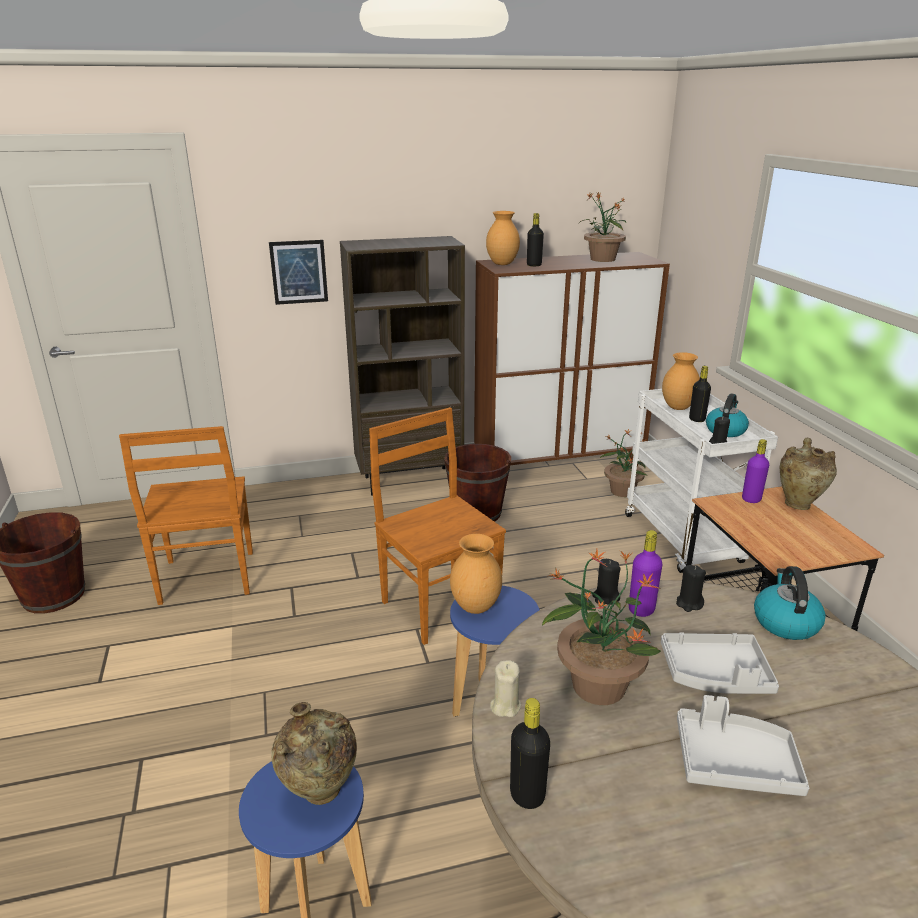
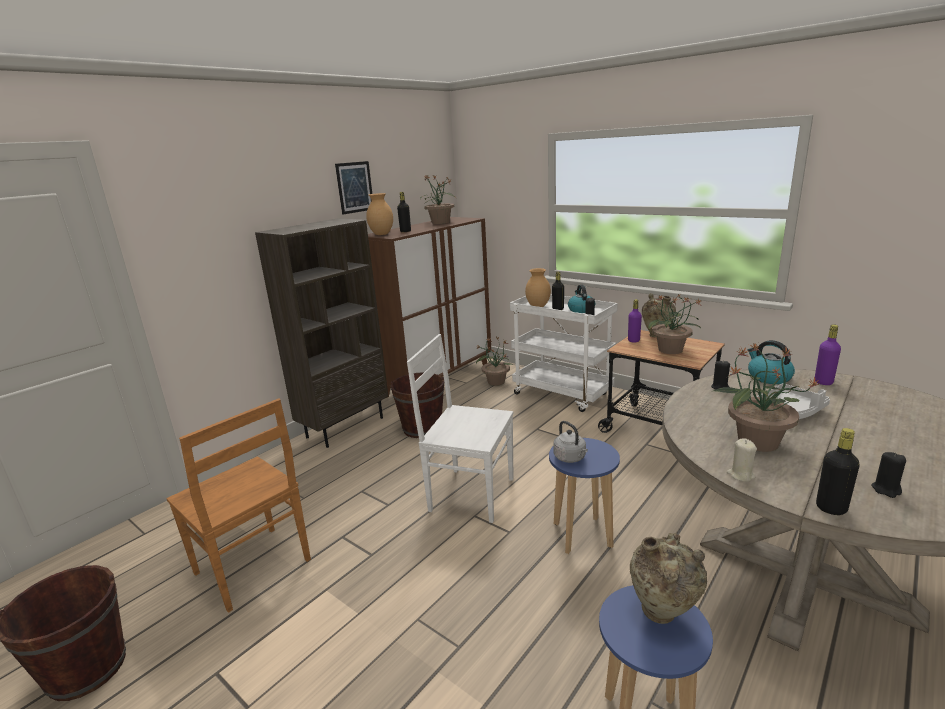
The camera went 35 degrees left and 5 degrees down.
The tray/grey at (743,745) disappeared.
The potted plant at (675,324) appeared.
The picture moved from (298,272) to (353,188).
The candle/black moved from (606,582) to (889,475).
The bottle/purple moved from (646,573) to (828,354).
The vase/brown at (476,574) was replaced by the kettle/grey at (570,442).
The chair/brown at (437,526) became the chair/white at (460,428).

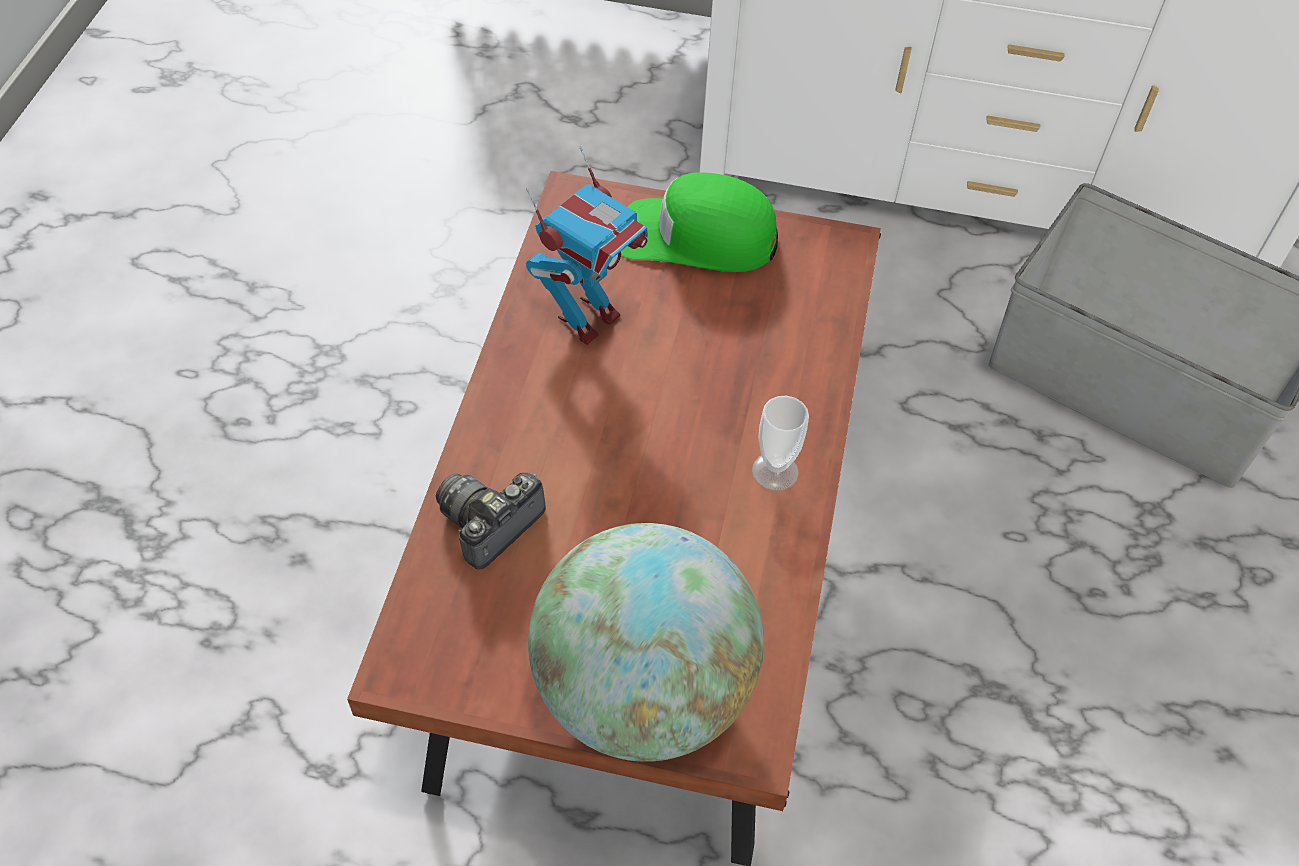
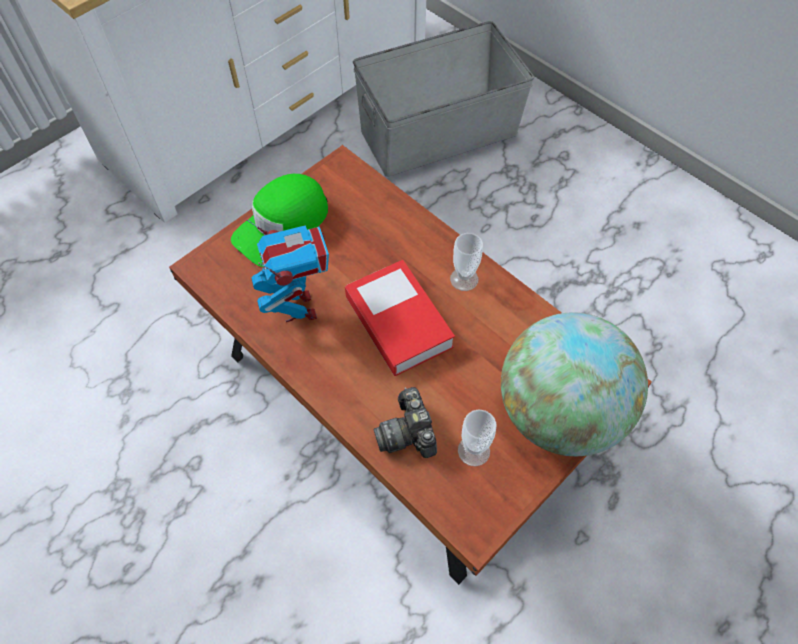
The camera went 55 degrees left and 5 degrees up.
The book at (400,318) appeared.
The cup at (477,437) appeared.

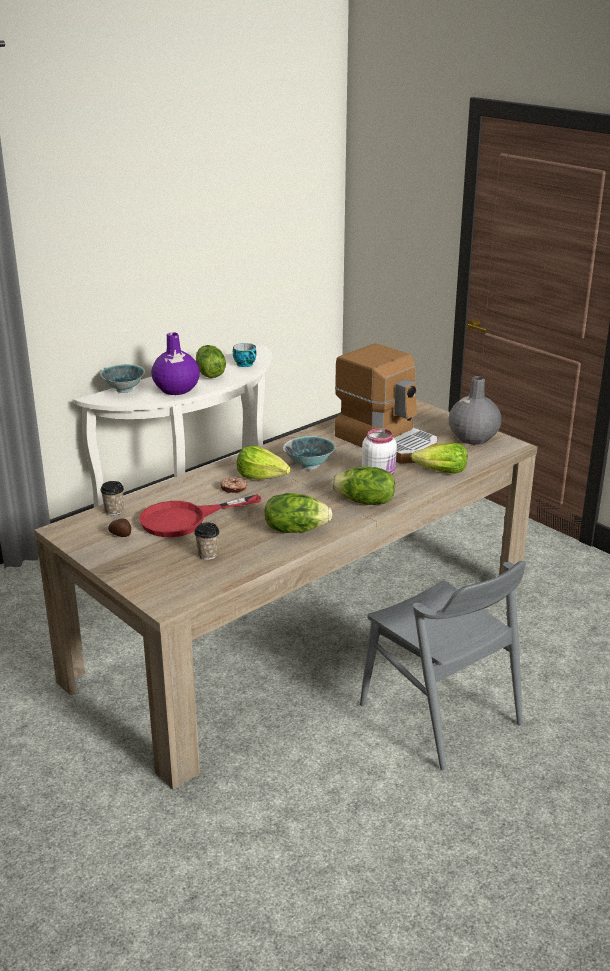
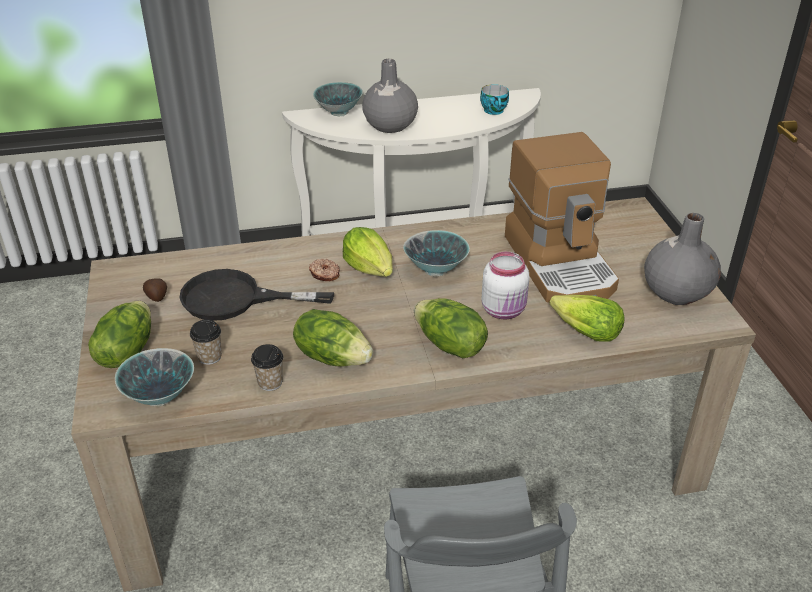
The camera went 30 degrees right and 10 degrees up.
The bowl at (154,377) appeared.
The cup moved from (112,498) to (267,367).
The lettuce moved from (211,361) to (119,334).
The frying pan/red at (200,515) became the frying pan/black at (256,295).
The vase/purple at (175,363) became the vase/grey at (390,96).

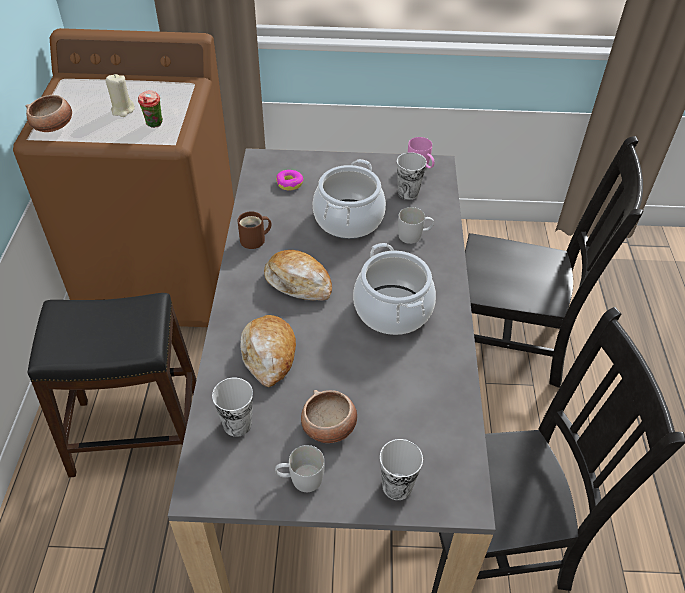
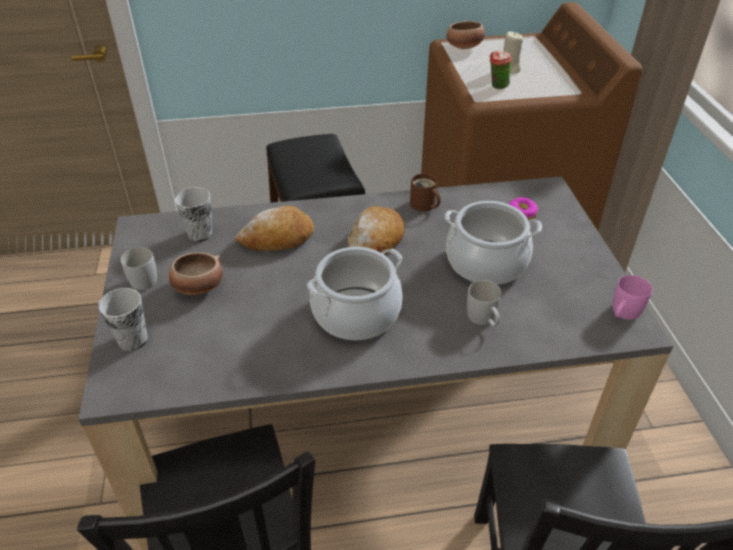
The camera went 80 degrees right and 5 degrees down.
The cup at (412,176) disappeared.

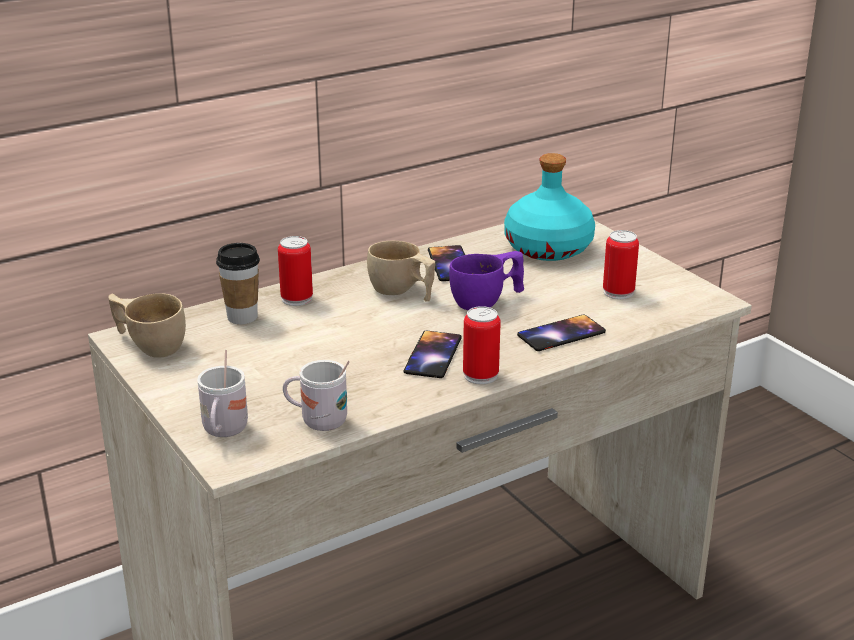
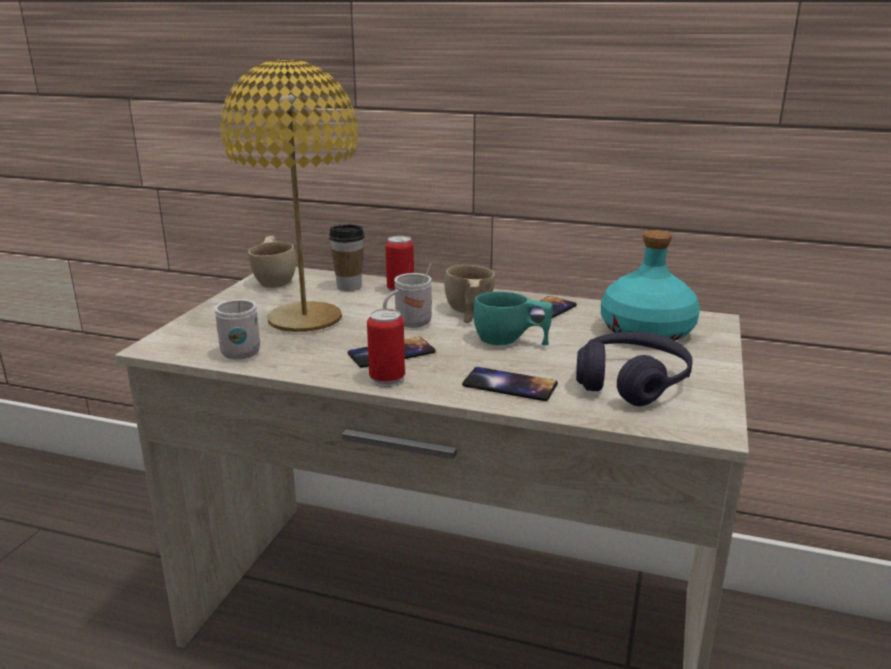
The camera went 50 degrees right and 5 degrees down.
The table lamp/yellow at (289,195) appeared.
The mug/white moved from (222,393) to (407,295).
The can at (621,264) was replaced by the headphones/purple at (634,369).
The cup/purple at (486,280) became the cup/turquoise at (513,319).

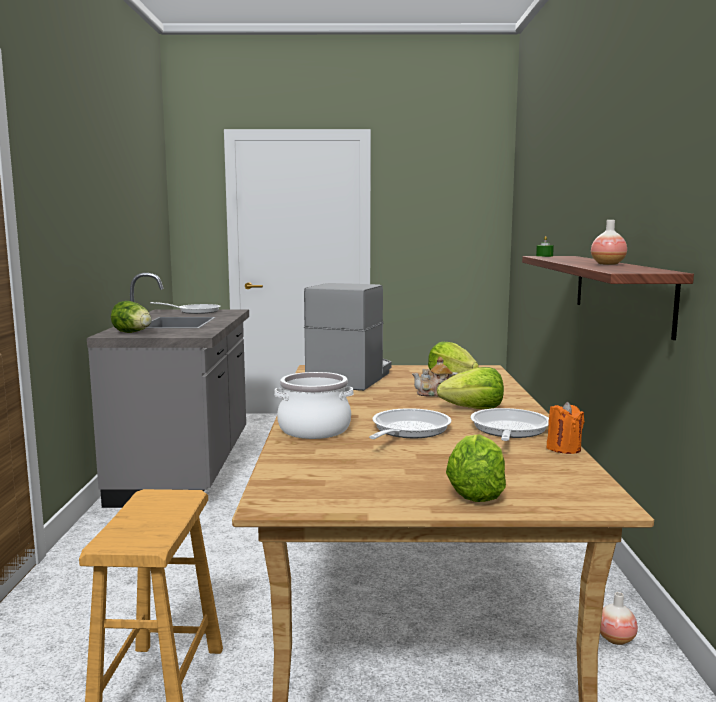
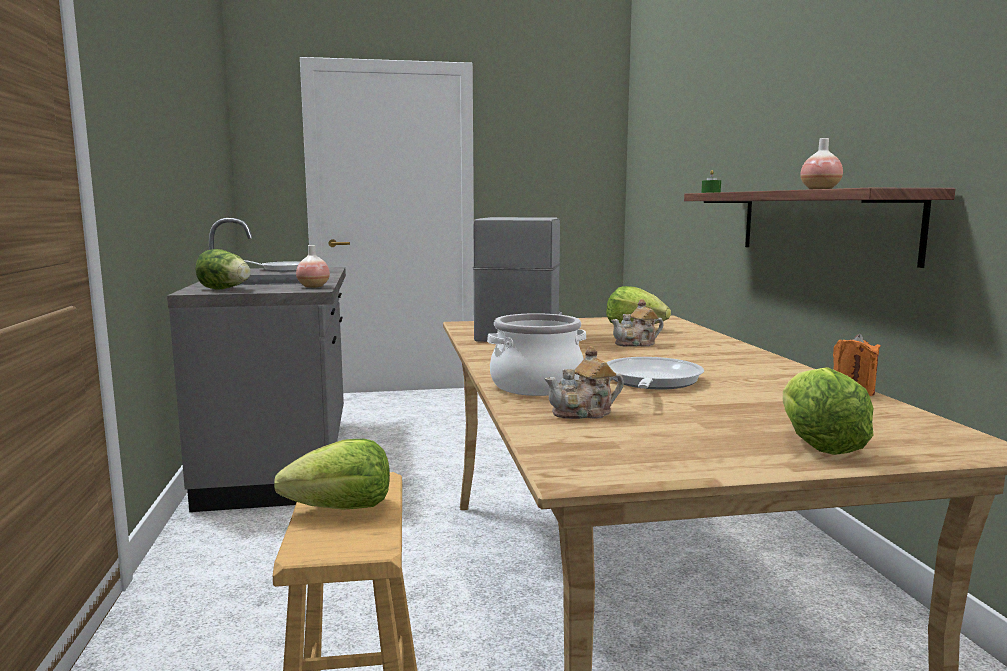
The camera went 10 degrees left and 0 degrees up.
The frying pan at (510,424) disappeared.
The teapot at (584,382) appeared.
The lettuce moved from (470,388) to (332,474).
The vase moved from (619,618) to (313,266).

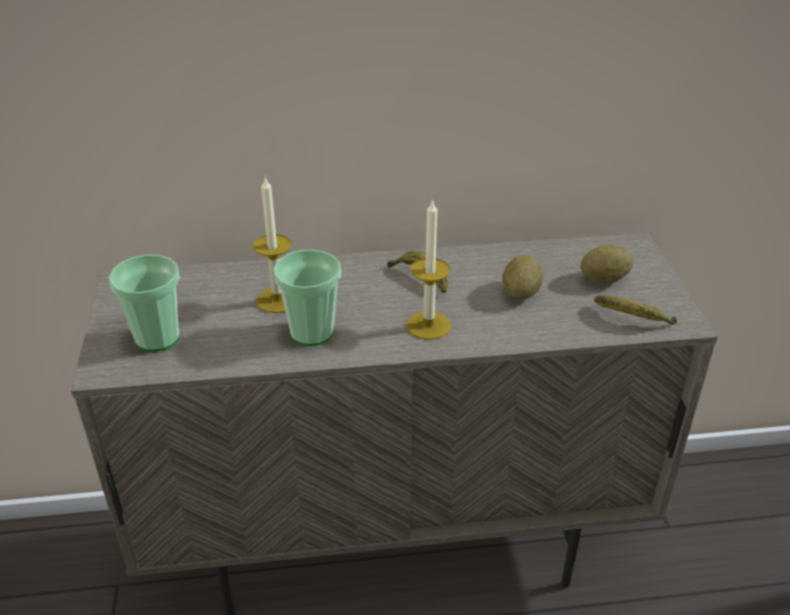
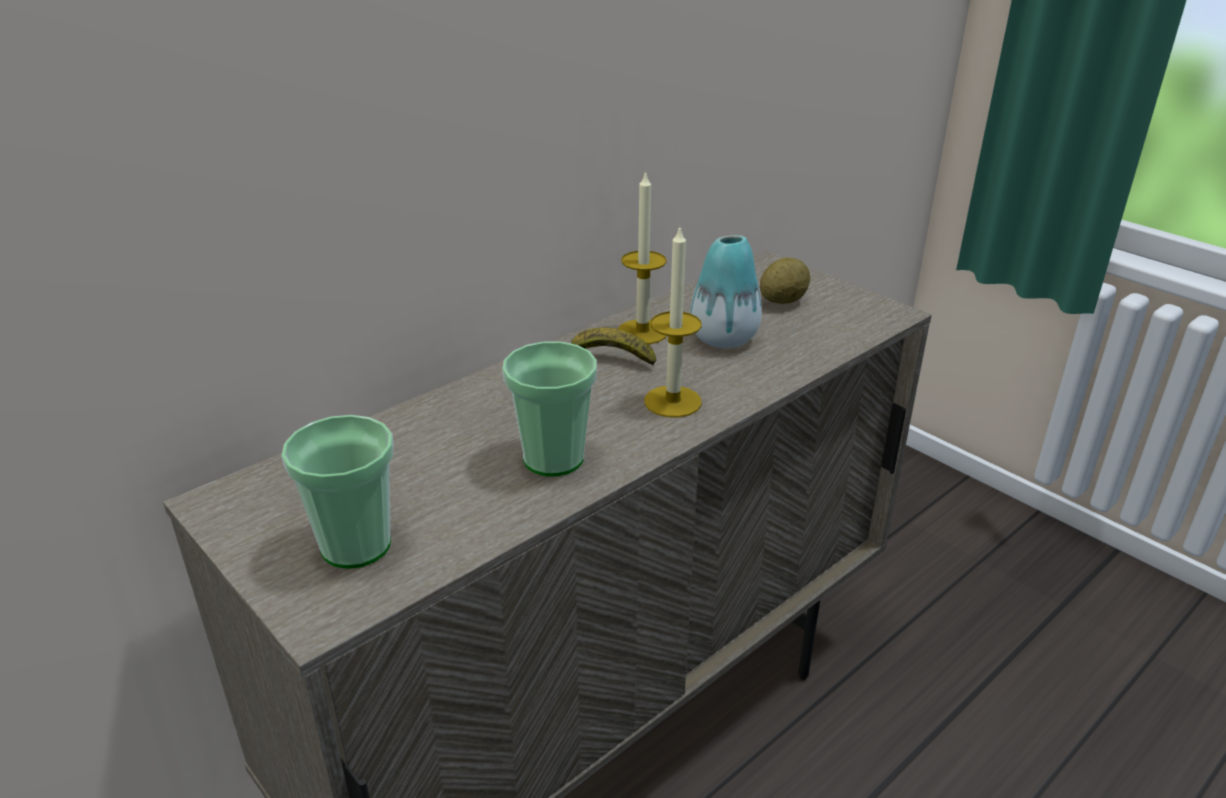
The camera went 35 degrees left and 5 degrees down.
The banana at (635,310) disappeared.
The candle moved from (272,245) to (642,257).
The potato at (523,277) was replaced by the vase at (726,291).

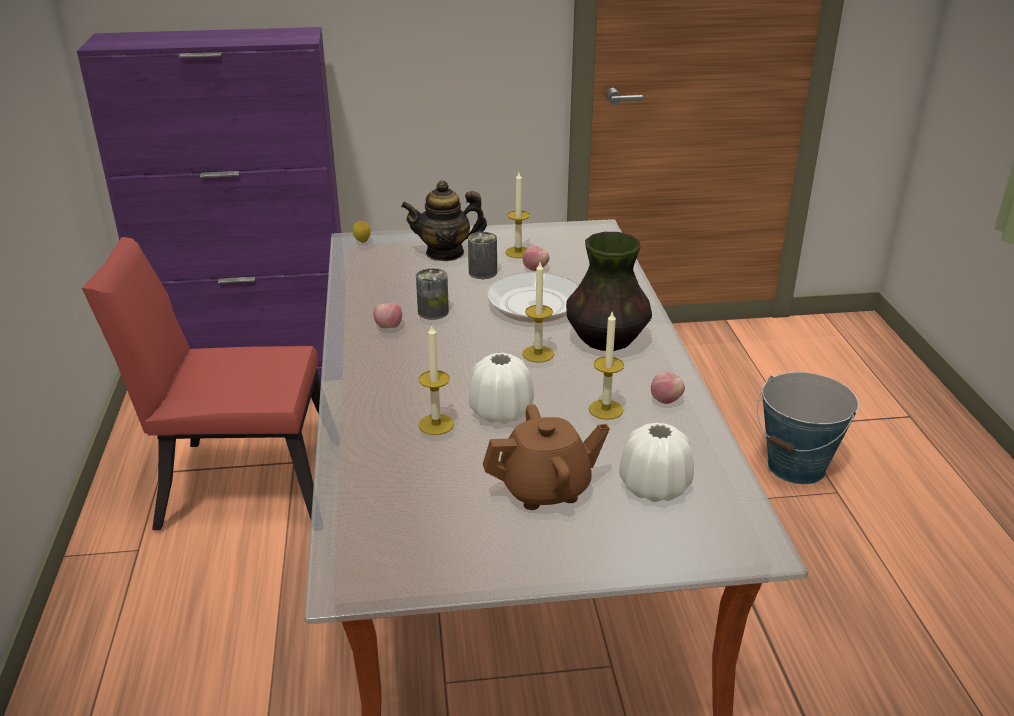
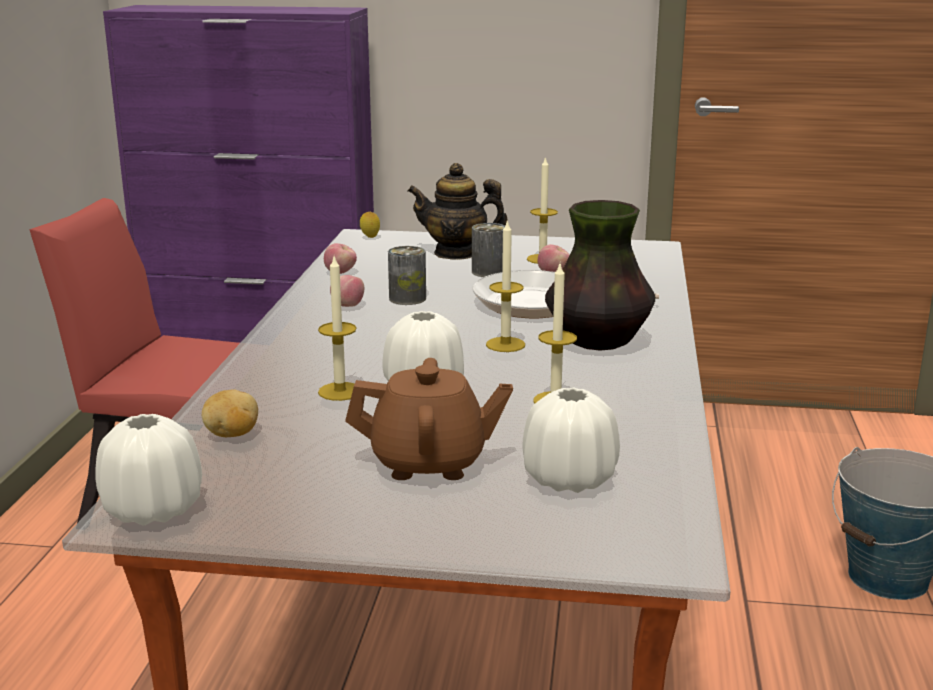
The camera went 15 degrees right and 10 degrees down.
The vase/white at (149,470) appeared.
The potato at (230,413) appeared.
The apple moved from (668,387) to (340,258).

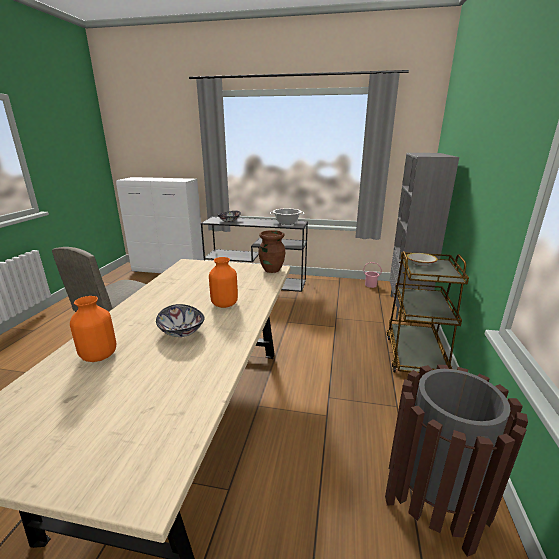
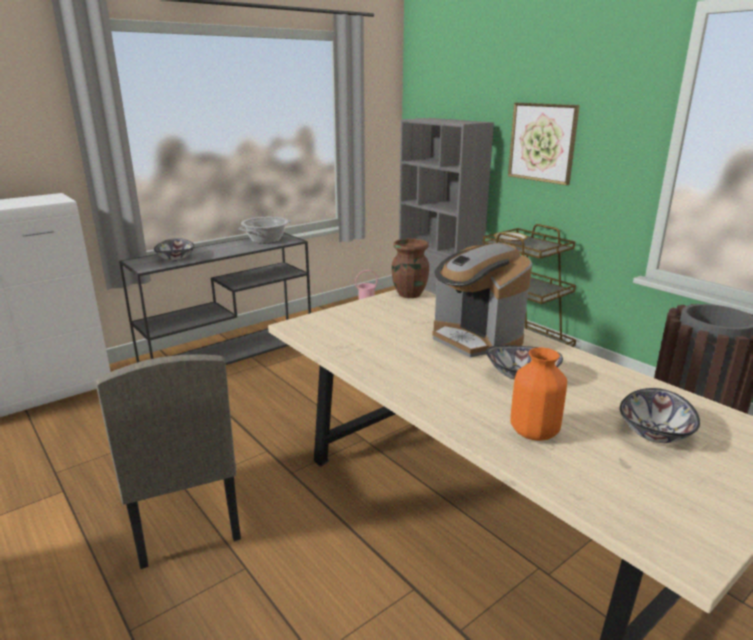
The camera went 50 degrees left and 0 degrees up.
The picture at (544,144) appeared.
The bowl at (660,415) appeared.
The vase/orange at (223,282) was replaced by the coffee machine at (482,300).

